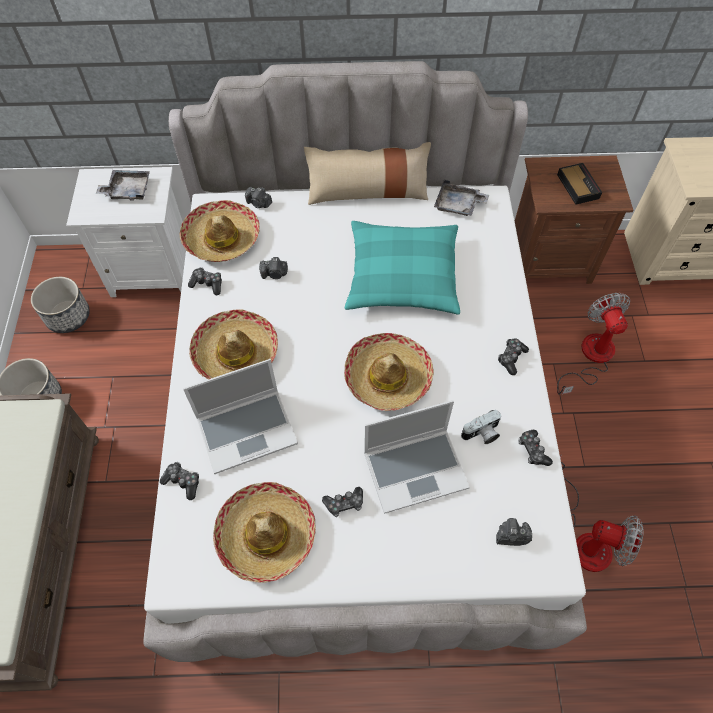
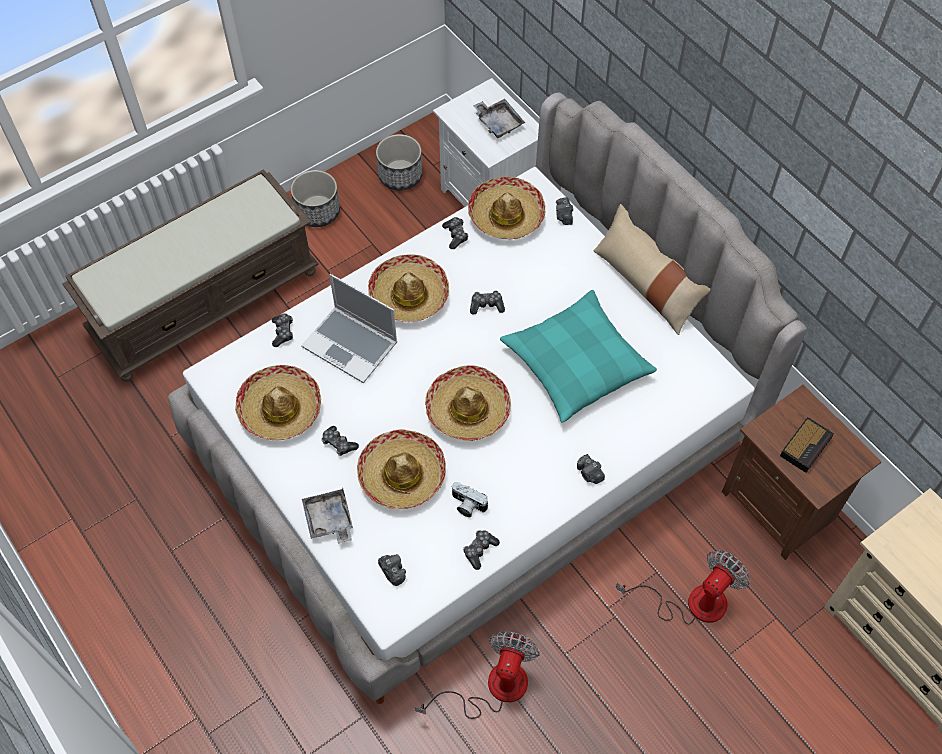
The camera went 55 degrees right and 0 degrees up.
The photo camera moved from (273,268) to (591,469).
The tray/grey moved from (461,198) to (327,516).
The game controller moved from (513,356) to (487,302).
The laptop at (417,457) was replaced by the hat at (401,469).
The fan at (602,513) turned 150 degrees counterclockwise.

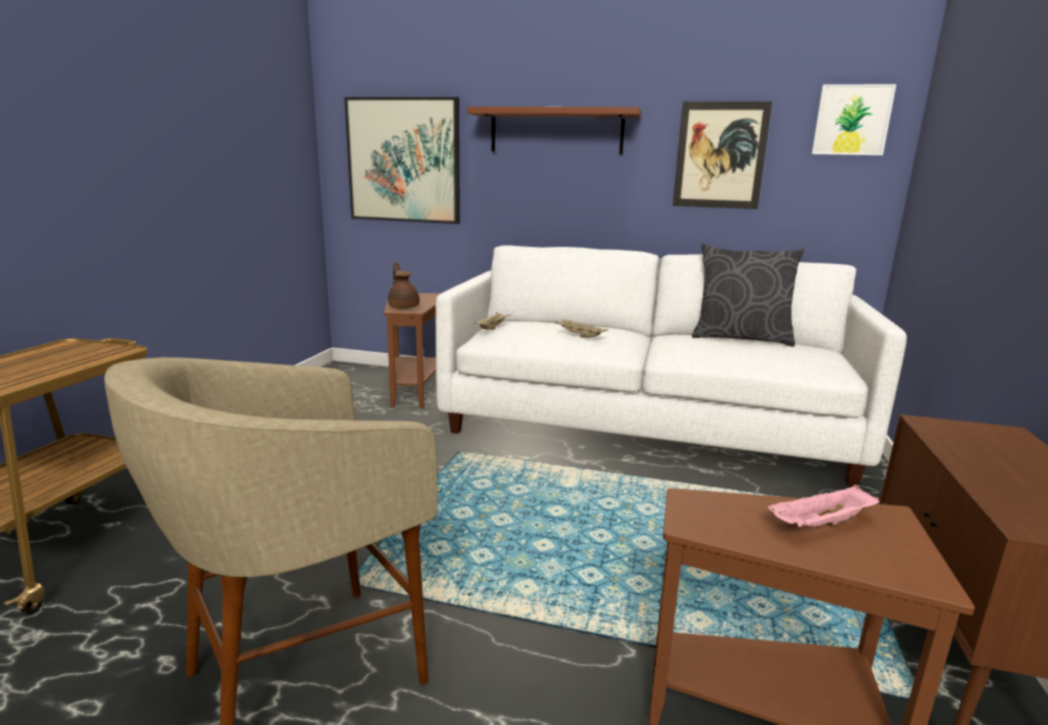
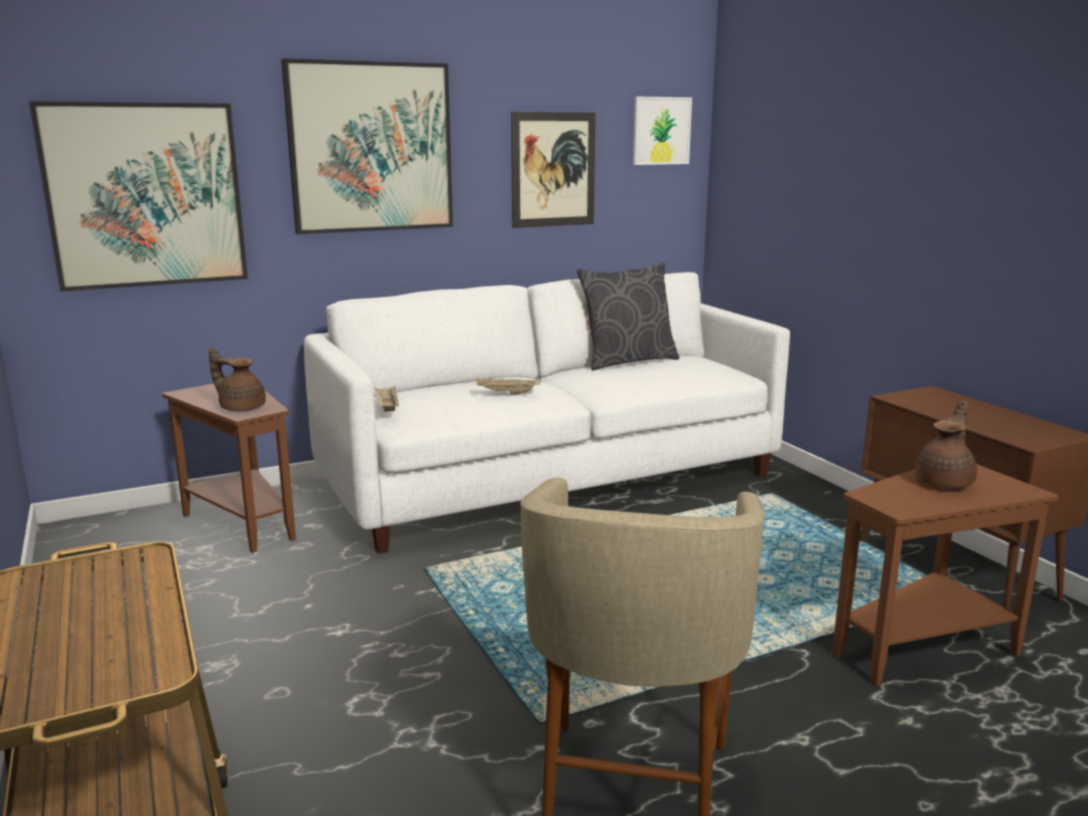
The camera went 40 degrees left and 0 degrees up.
The shelf/brown at (554,130) was replaced by the picture at (367,146).
The tray/pink at (824,506) was replaced by the teapot/brown at (946,444).

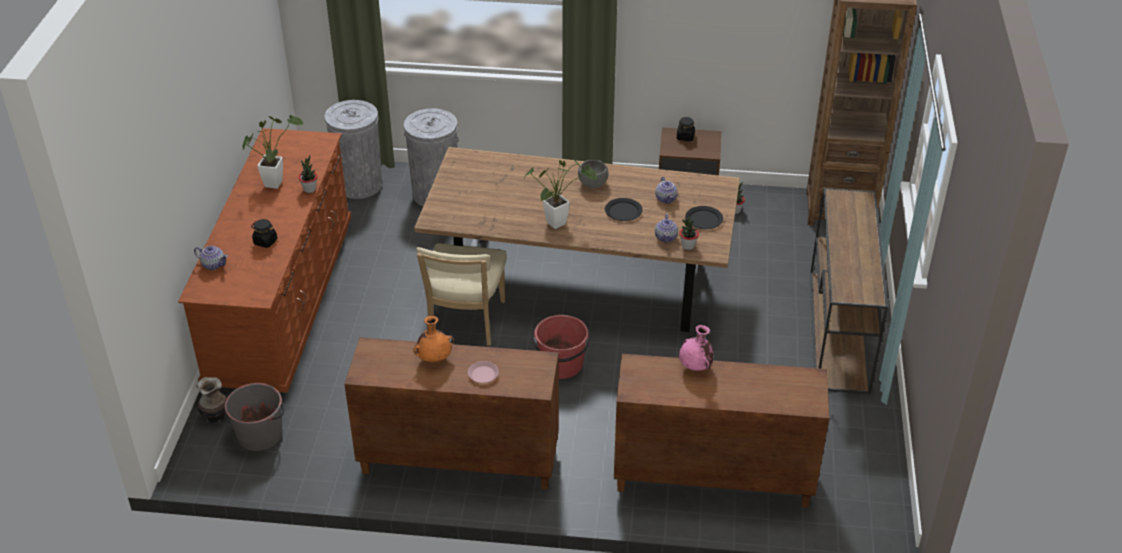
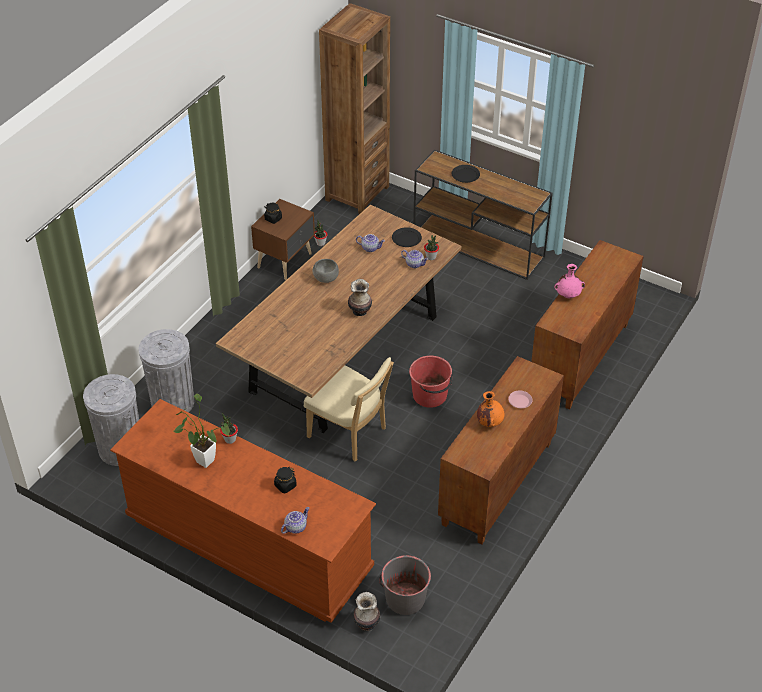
The camera went 65 degrees left and 5 degrees up.
The plate/black moved from (624,209) to (465,174).
The potted plant at (560,194) was replaced by the vase at (360,297).

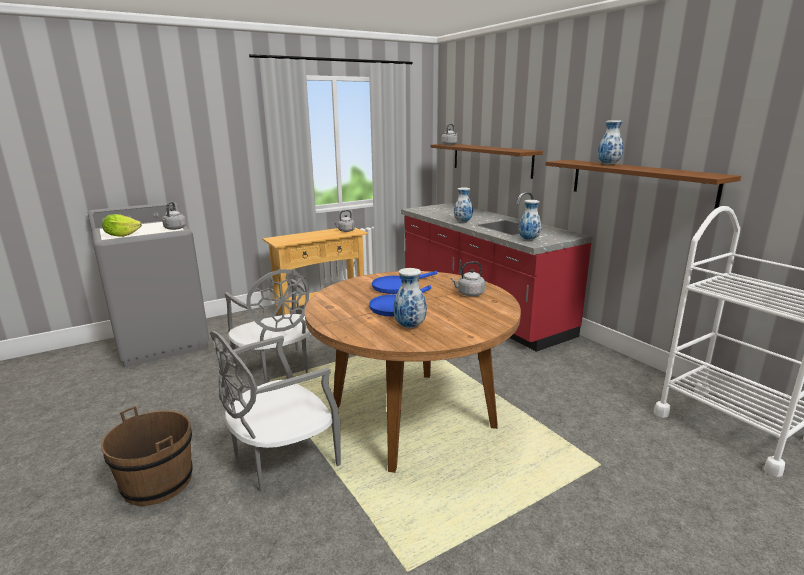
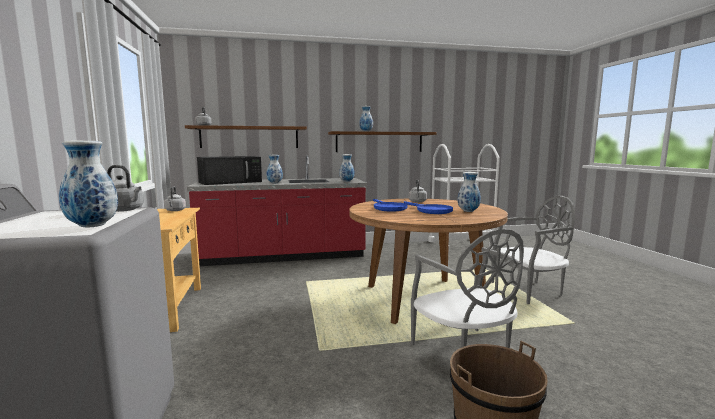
The camera went 70 degrees left and 10 degrees down.
The microwave/black at (229,170) appeared.
The chair/grey moved from (268,326) to (533,250).
The lettuce at (122,225) was replaced by the vase at (88,184).

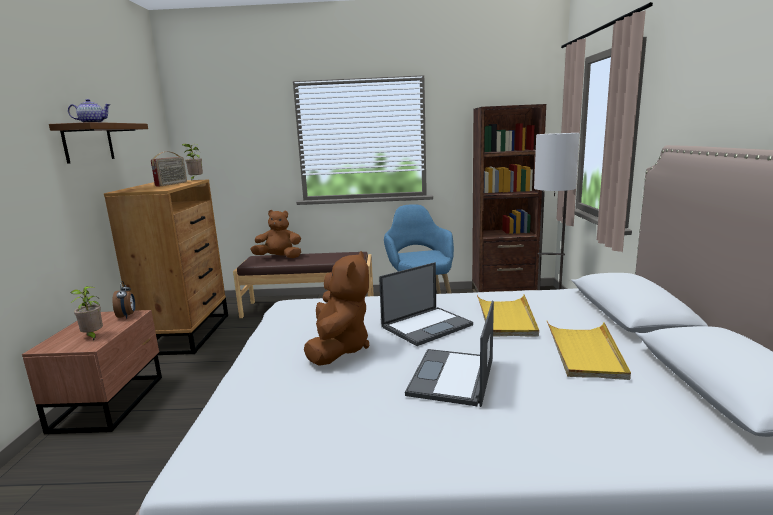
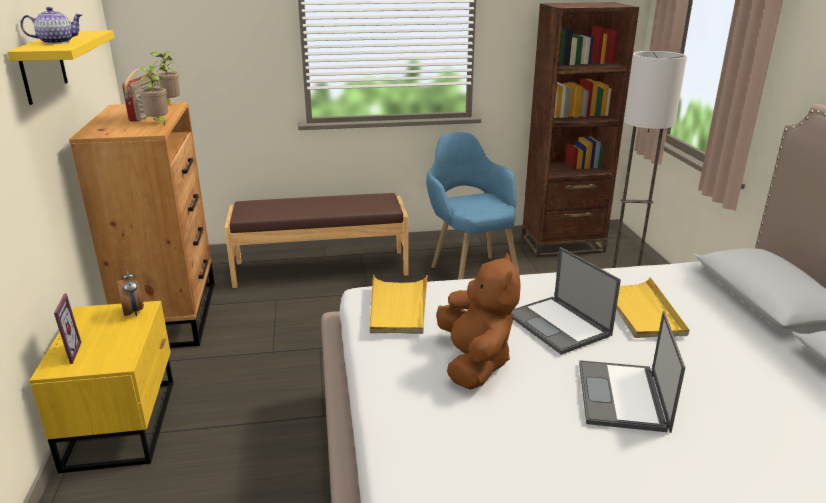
The camera went 10 degrees left and 10 degrees up.
The plush toy/brown at (275,234) disappeared.
The picture frame at (68,328) appeared.
The potted plant moved from (87,313) to (153,95).
The tray/yellow moved from (589,350) to (399,304).
The nightstand/brown at (92,372) became the nightstand/yellow at (101,387).
The shelf/brown at (98,143) became the shelf/yellow at (60,67).
The laptop at (426,304) turned 105 degrees clockwise.

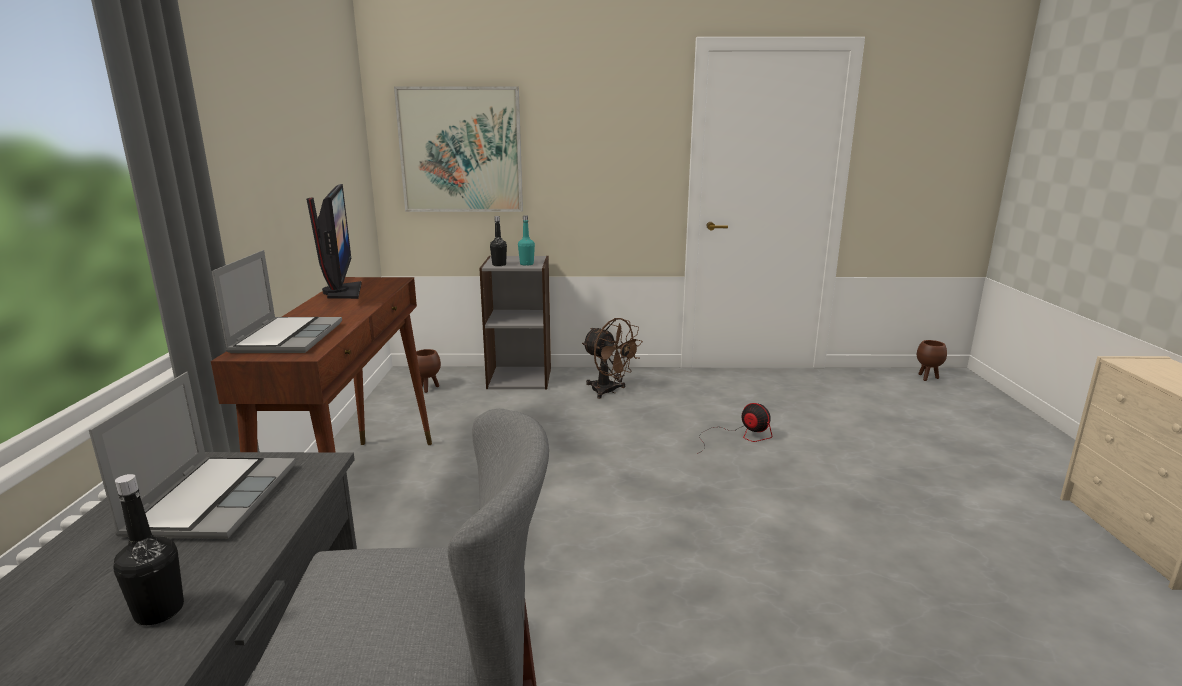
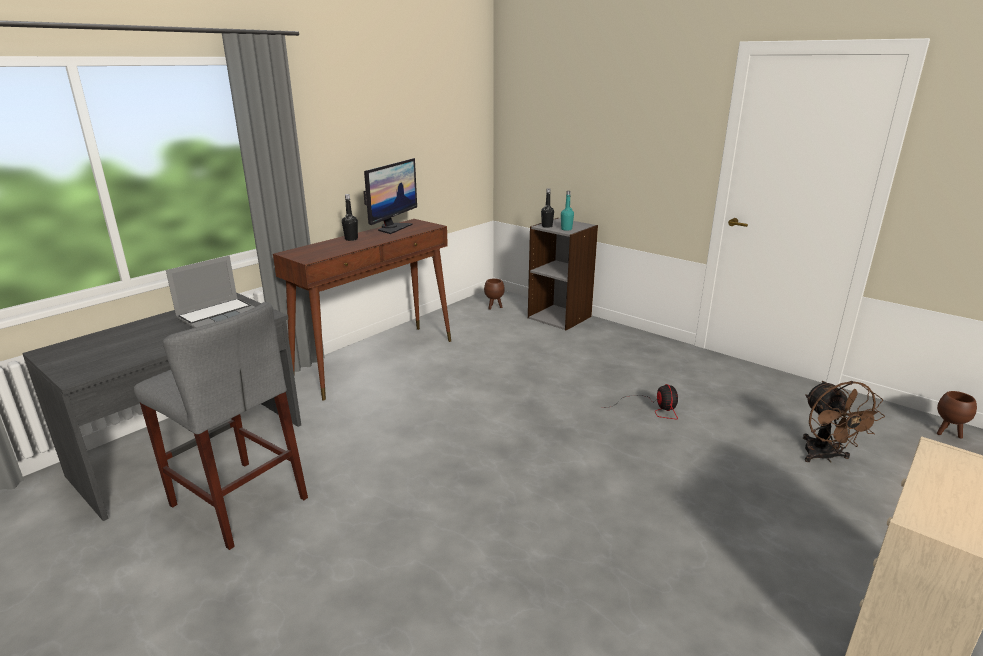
The camera went 40 degrees right and 5 degrees up.
The laptop at (277,301) disappeared.
The picture at (458,149) disappeared.
The bottle/black moved from (149,549) to (350,217).
The fan/brown moved from (612,358) to (844,421).

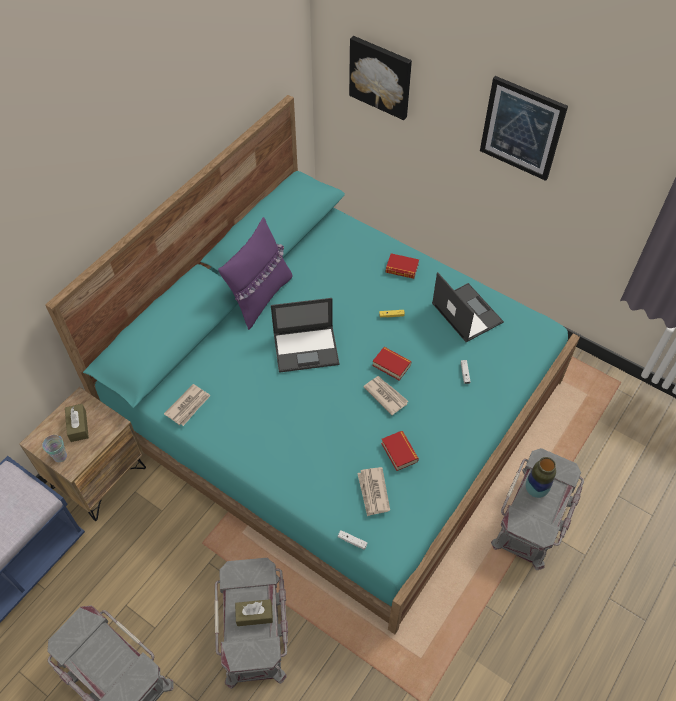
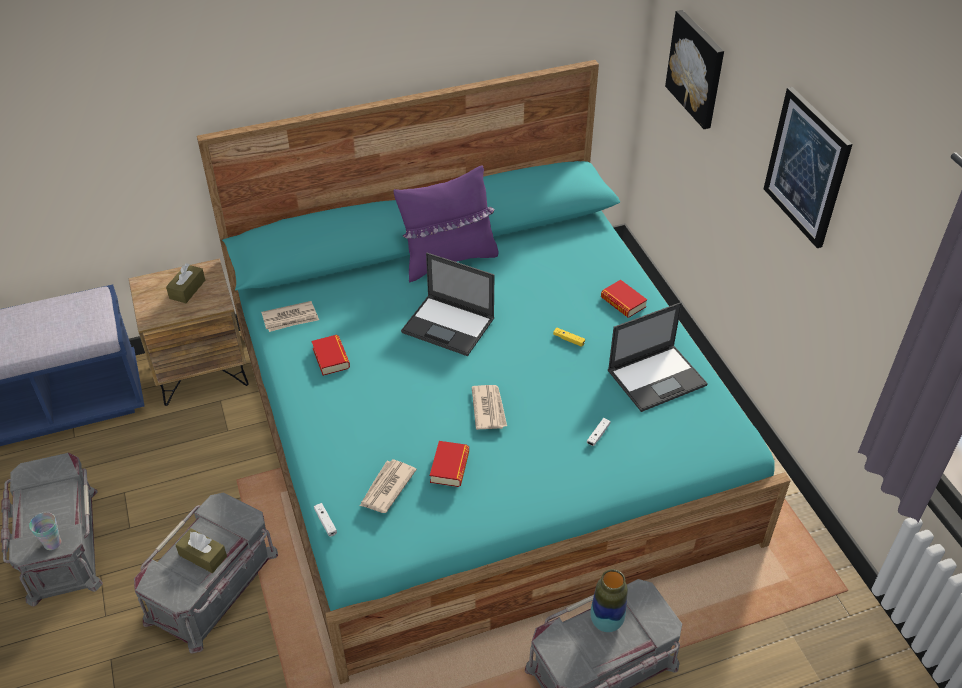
The camera went 35 degrees right and 10 degrees down.
The cup moved from (54,448) to (45,531).
The book moved from (392,364) to (330,355).
The laptop at (468,307) turned 60 degrees clockwise.

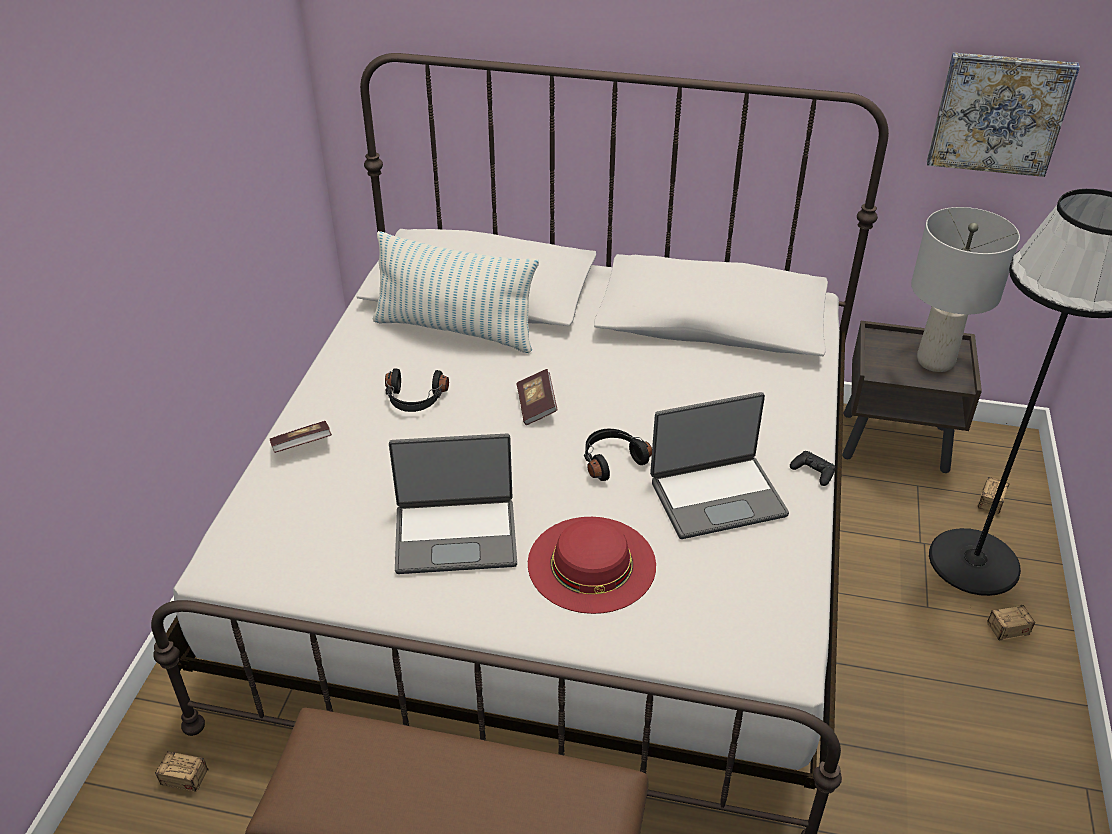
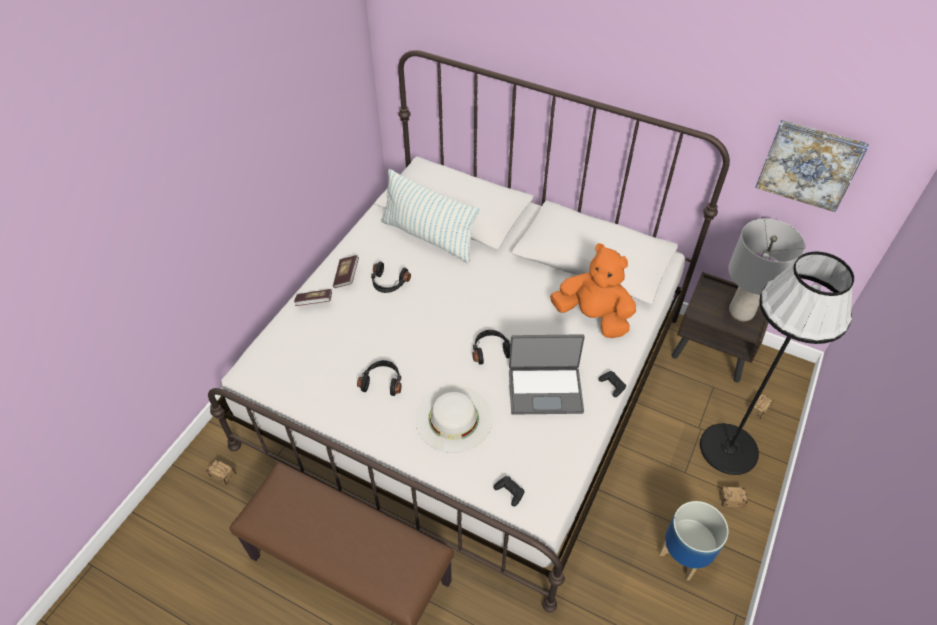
The camera went 15 degrees right and 10 degrees up.
The game controller/black at (509,491) appeared.
The plush toy/orange at (593,290) appeared.
The planter at (694,540) appeared.
The book moved from (537,397) to (346,271).
The laptop at (453,504) was replaced by the headphones/black at (379,378).
The hat/red at (592,565) became the hat/white at (453,419).

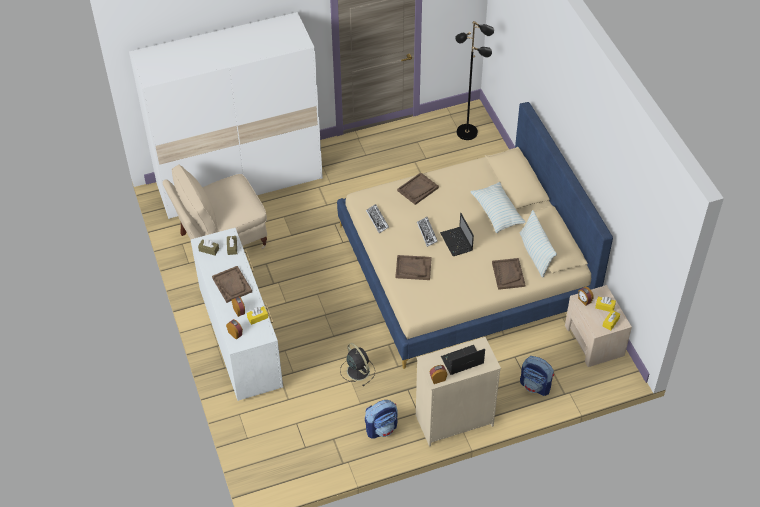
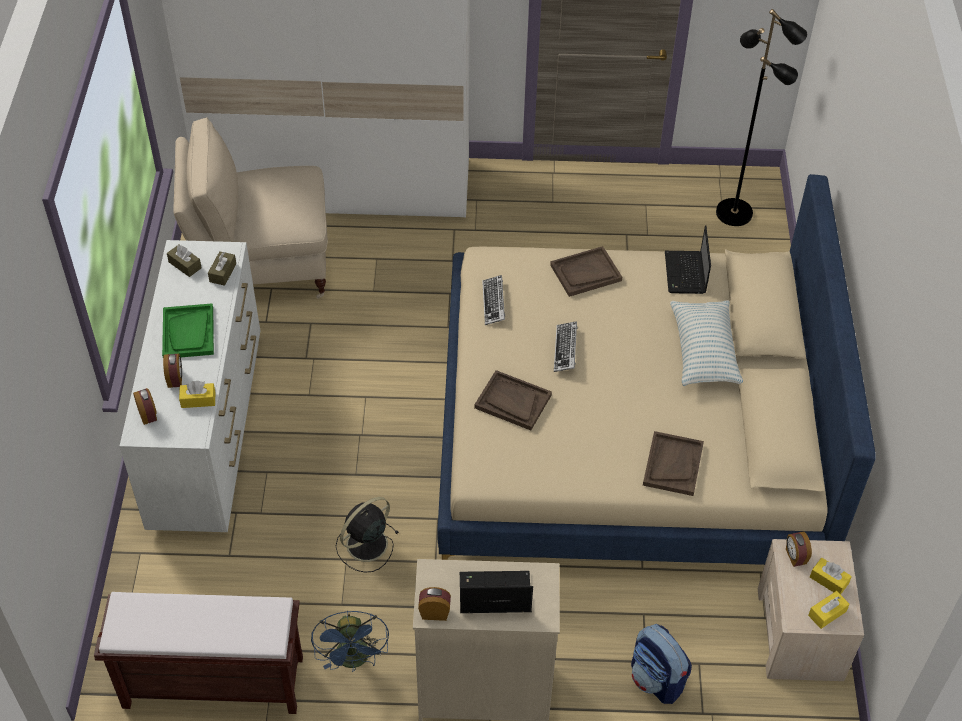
The camera went 20 degrees right and 0 degrees up.
The pillow at (538,243) disappeared.
The bench/brown at (198,653) appeared.
The laptop moved from (457,234) to (688,260).
The backpack at (381,419) was replaced by the fan/blue at (350,641).
The tray/brown at (232,284) became the tray/green at (188,330).
The fan/black at (357,364) turned 120 degrees counterclockwise.

